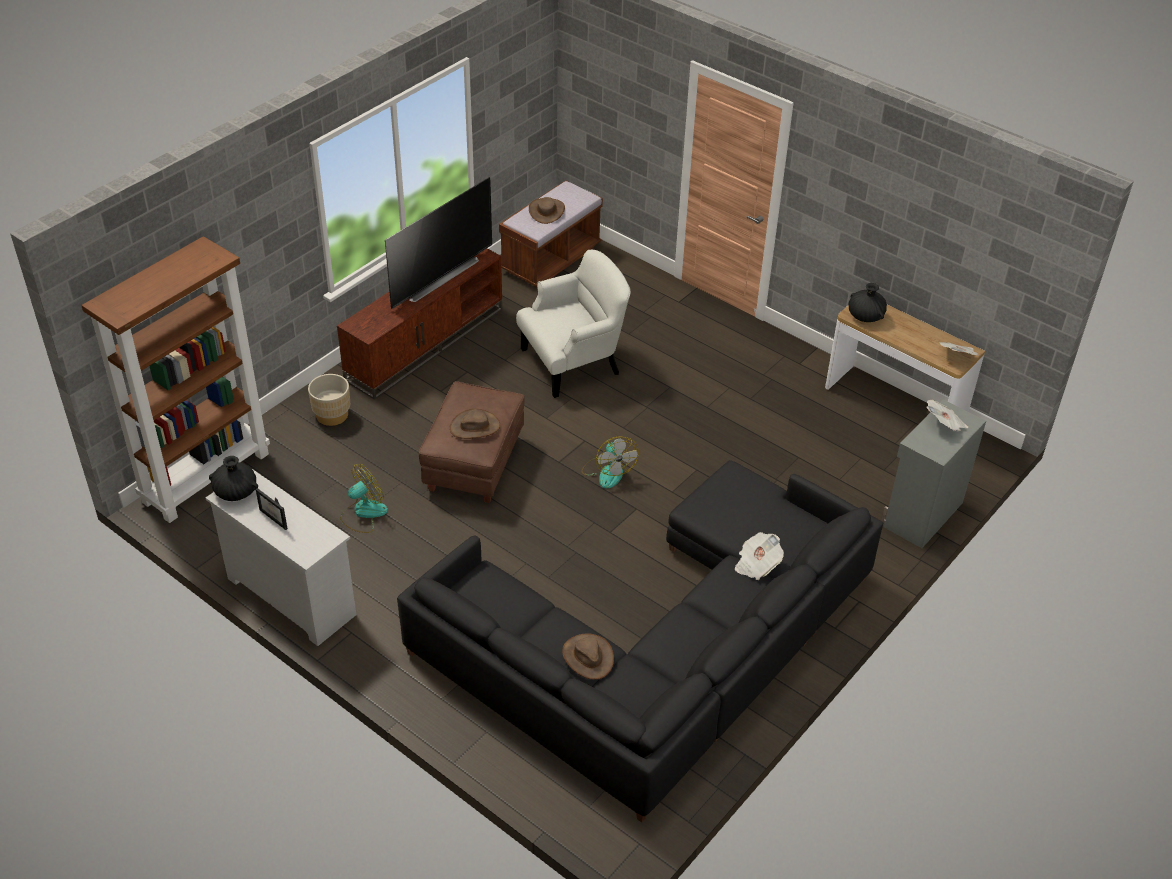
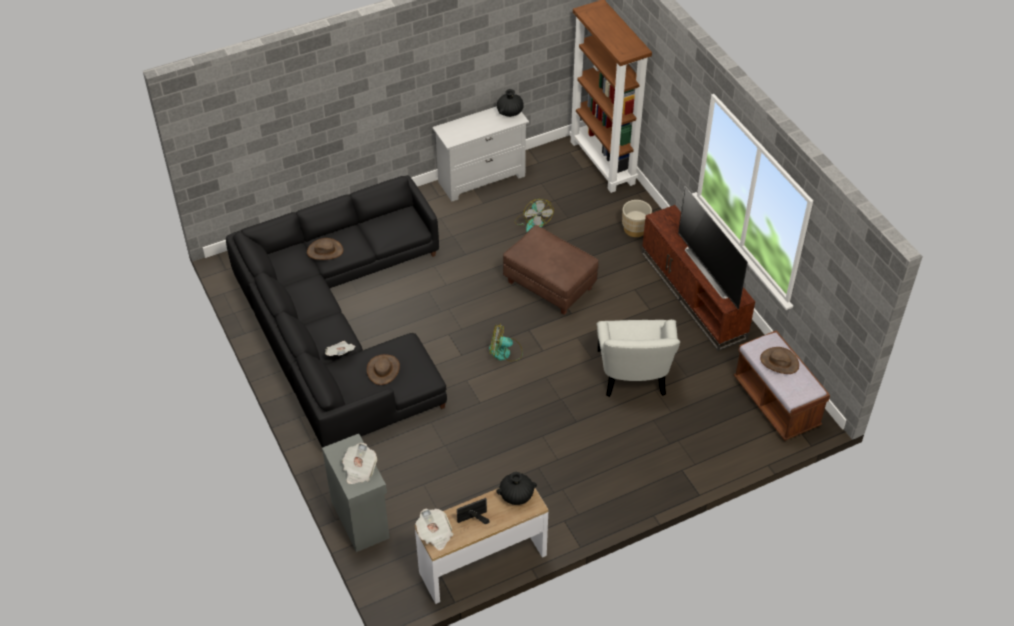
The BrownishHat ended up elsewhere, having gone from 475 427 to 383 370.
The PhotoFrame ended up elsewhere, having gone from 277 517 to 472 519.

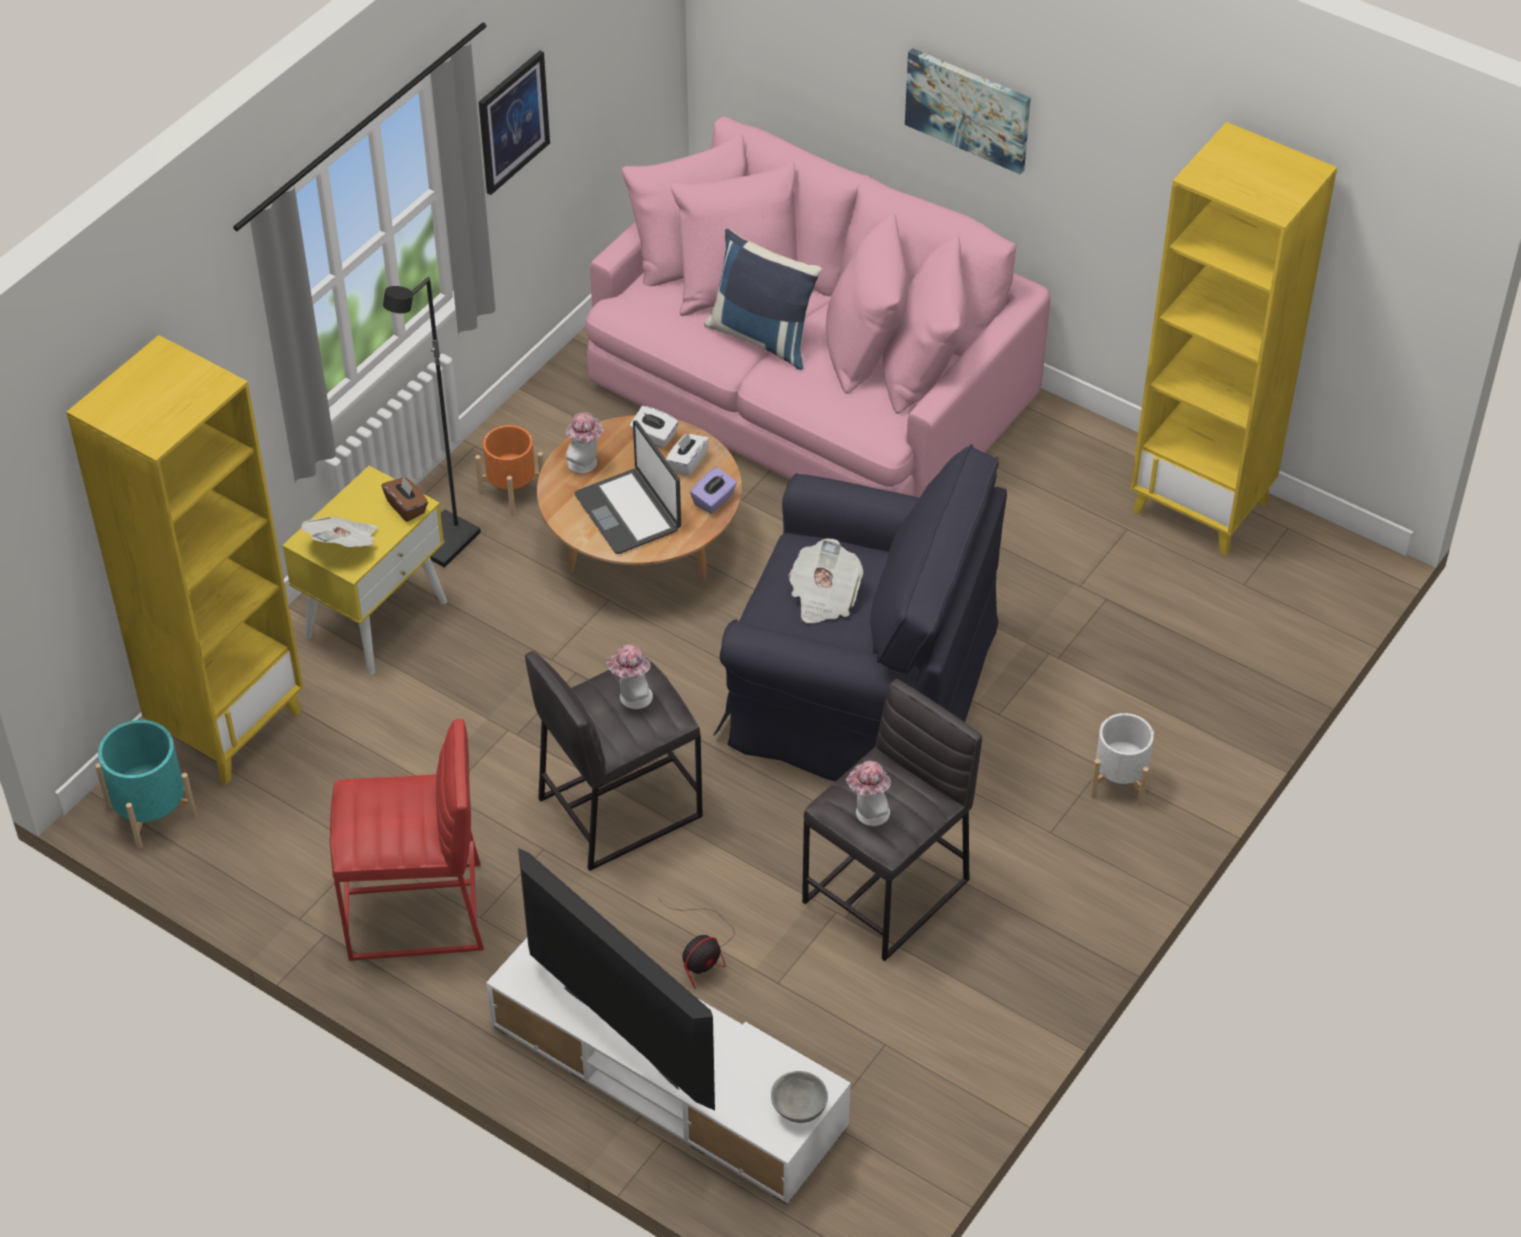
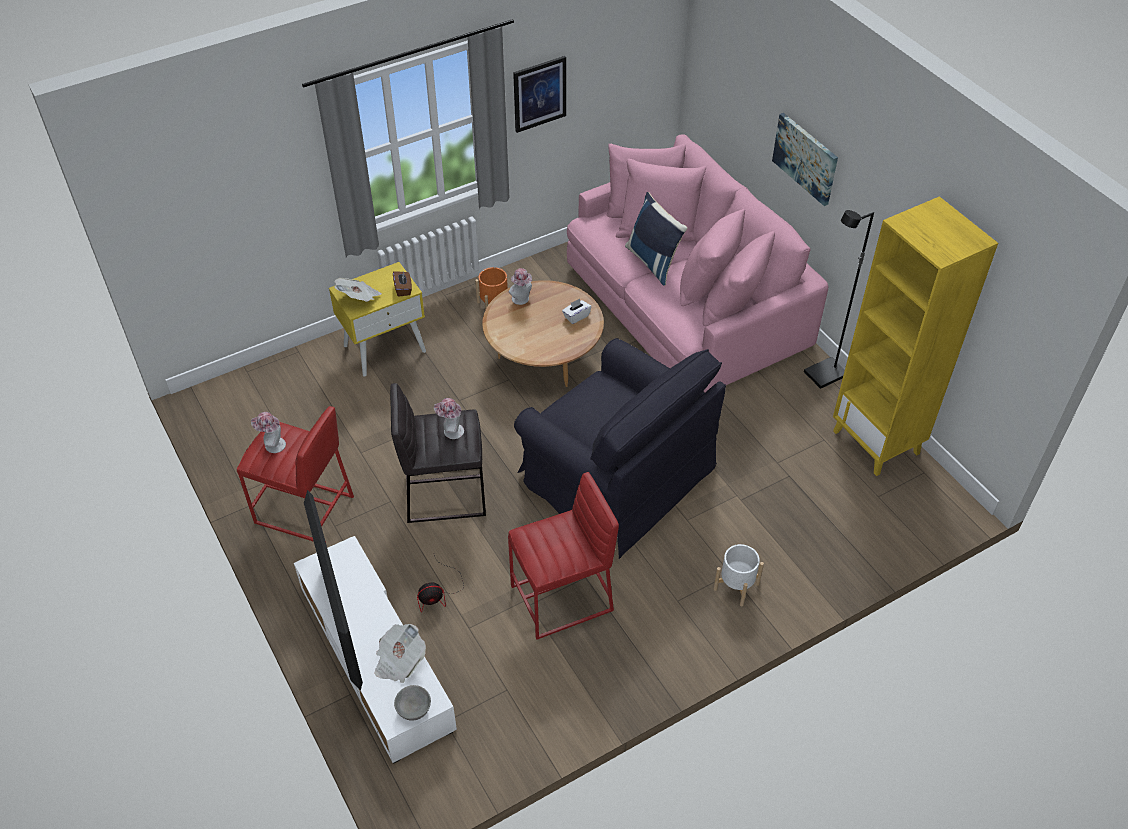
The BlackStandardLamp ended up elsewhere, having gone from 445 543 to 825 375.
The second view lost the YellowBookshelf at 228 725.
The second view lost the WhiteColouredTissueBox at 654 437.
The second view lost the PortableComputer at 629 512.
The second view lost the PurpleTissueBox at 714 500.
The PrintedPaper ended up elsewhere, having gone from 823 597 to 399 661.
What was the GreyStool at 888 891 turned into the ReddishStool at 563 599.
The second view lost the TurquoiseColouredFlowerPot at 151 811.
The Hat ended up elsewhere, having gone from 868 814 to 272 445.

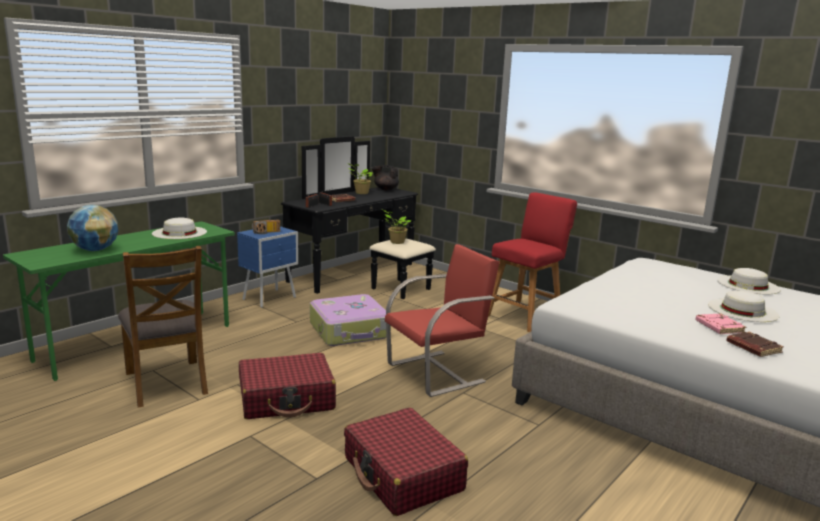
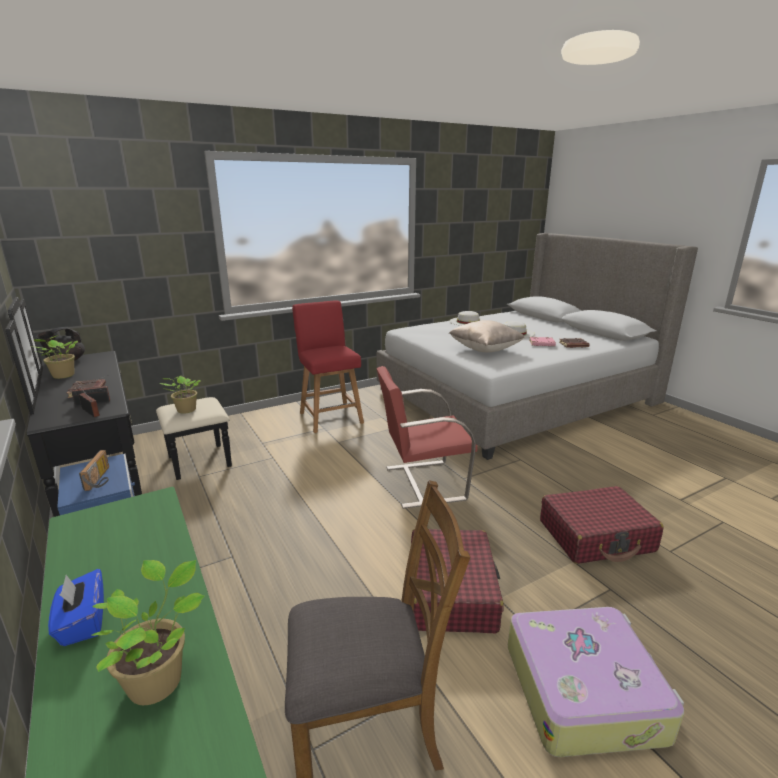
Where the WorldGlobe stood at 95 250, the PlantInAPot came to stand at 159 679.
The second view lost the WhiteColouredHat at 179 232.
The ReddishUprightChair at 437 373 ended up facing another way, 90 degrees counterclockwise from before.
The TravelCase ended up elsewhere, having gone from 350 331 to 584 689.
The second view gained the BeigeColouredPillow at 485 349.
The second view gained the BlueColouredTissueBox at 83 622.

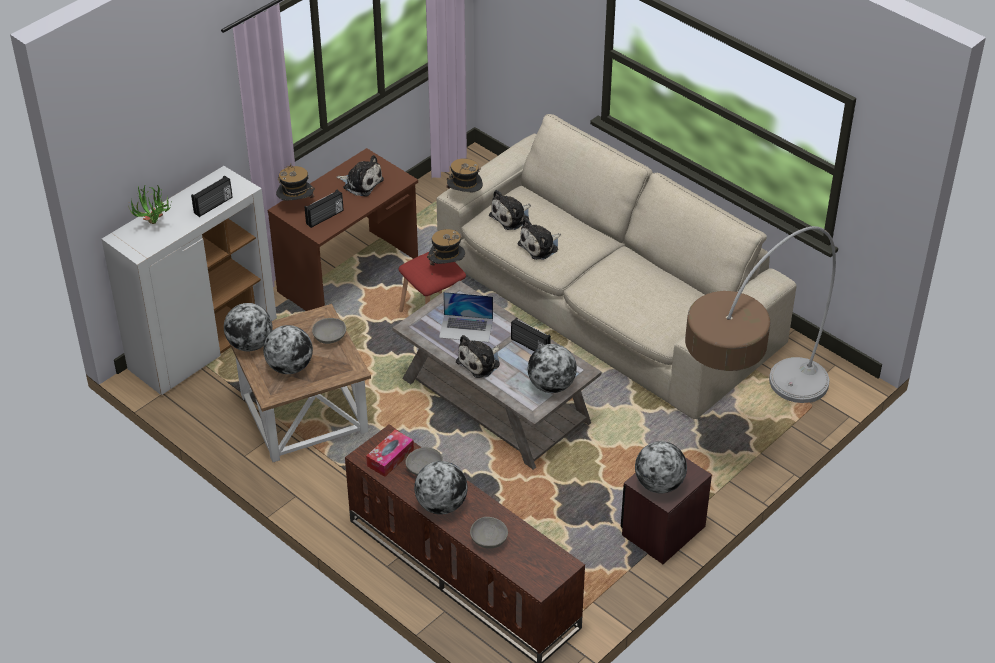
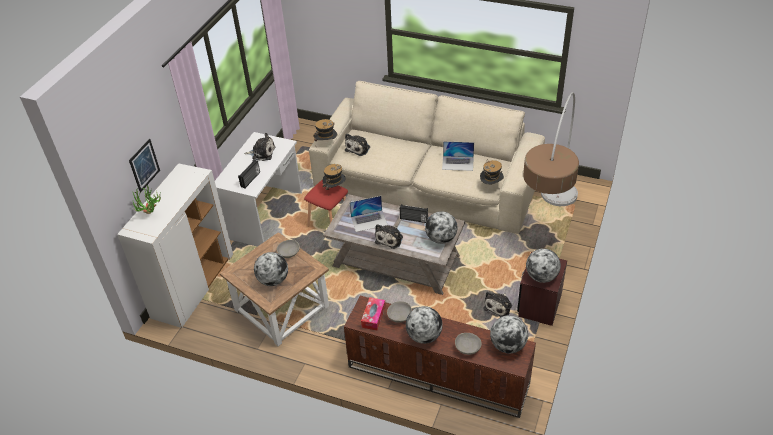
What was the BrownishDeskTable at 349 276 turned into the WhiteColouredDeskTable at 265 215.
The Hat ended up elsewhere, having gone from 296 205 to 491 186.
The second view lost the RadioReceiver at 213 205.
The PlushToy ended up elsewhere, having gone from 540 246 to 499 306.
The WorldGlobe ended up elsewhere, having gone from 250 344 to 507 345.
The second view gained the Picture at 144 165.
The second view gained the PortableComputer at 458 163.

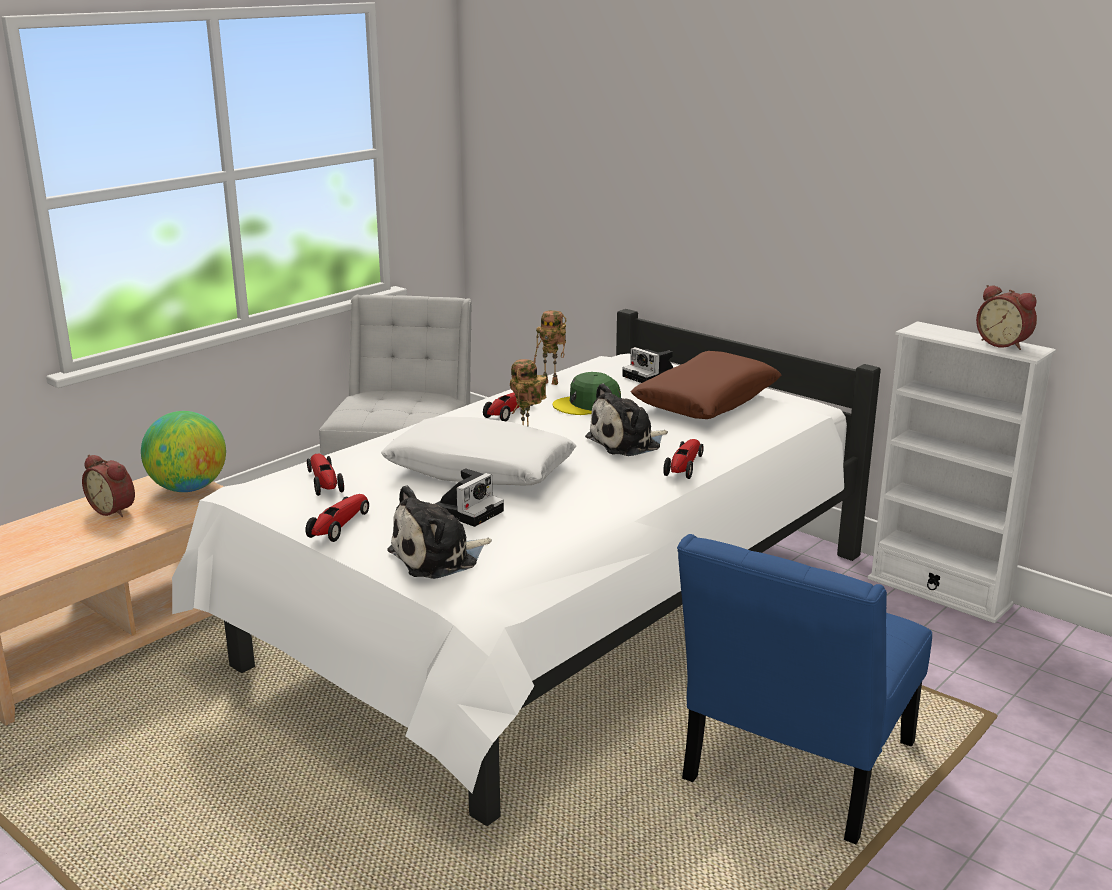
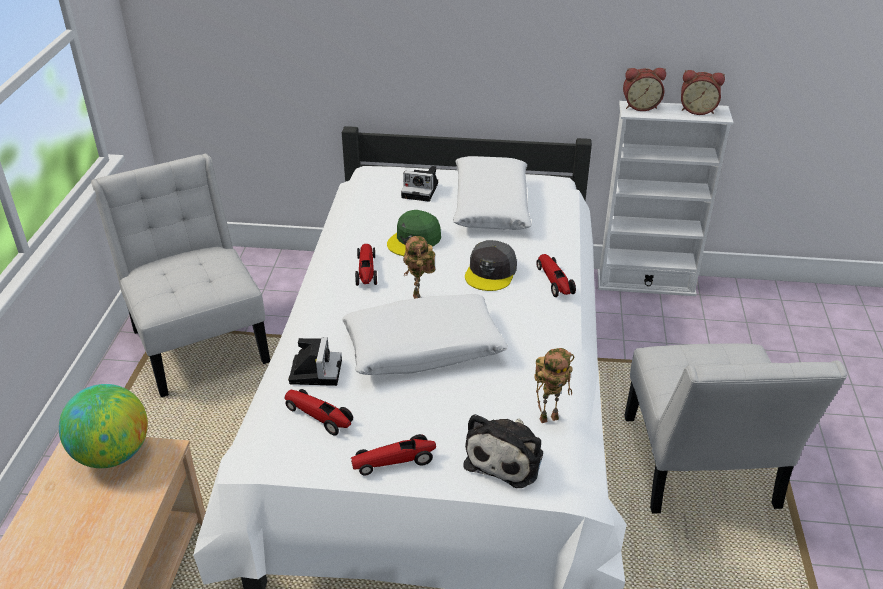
The ModelRobot ended up elsewhere, having gone from 551 382 to 549 417.
What was the BrownishPillow at 706 401 turned into the WhiteColouredPillow at 490 204.
Where the PlushToy stood at 627 443, the GreyBaseballCap came to stand at 491 272.
The BedsideClock ended up elsewhere, having gone from 114 509 to 640 106.
The StillCamera ended up elsewhere, having gone from 469 510 to 315 370.
The MiniatureCar at 339 526 ended up facing another way, 90 degrees counterclockwise from before.
What was the BlueColouredUprightChair at 794 769 turned into the WhiteColouredUprightChair at 700 469.

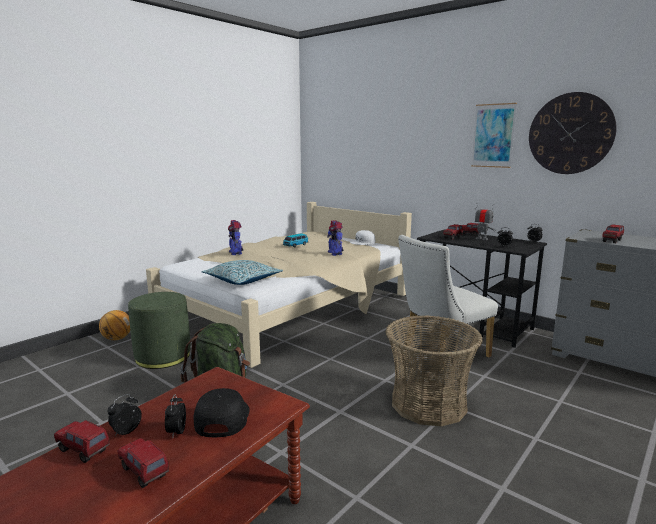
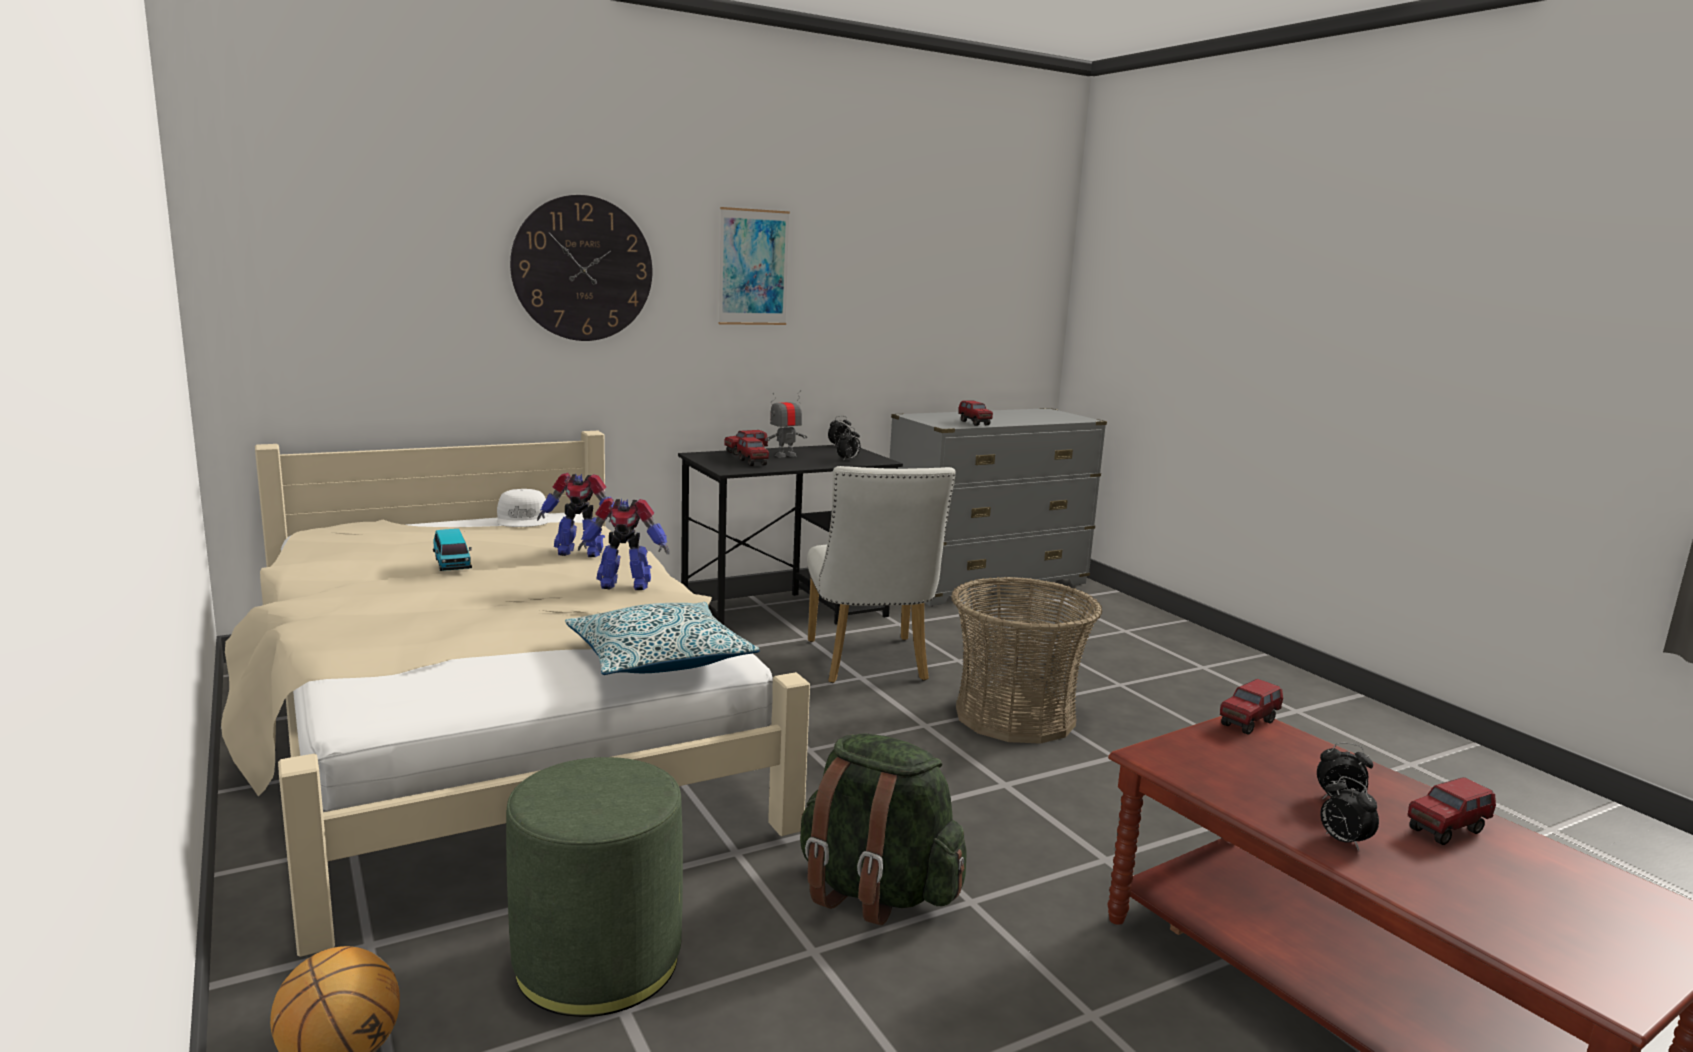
The WallClock ended up elsewhere, having gone from 570 133 to 582 269.
The ModelRobot ended up elsewhere, having gone from 236 253 to 624 584.
The second view lost the BlackBaseballCap at 221 418.
The ToyLorry ended up elsewhere, having gone from 83 451 to 1249 723.

